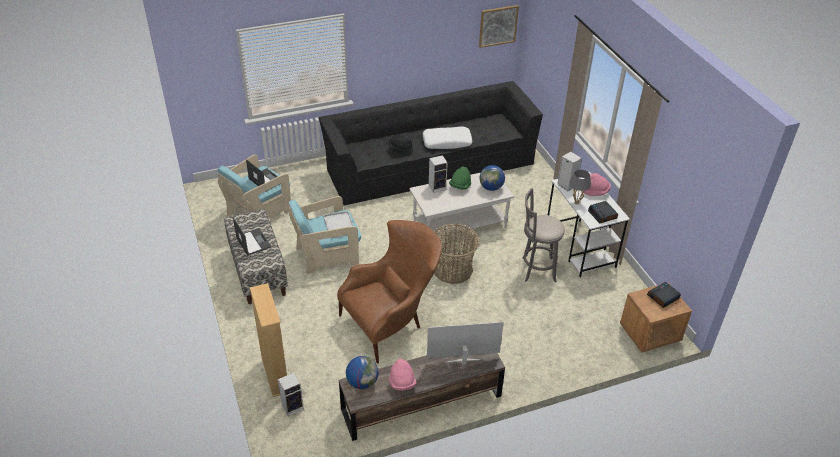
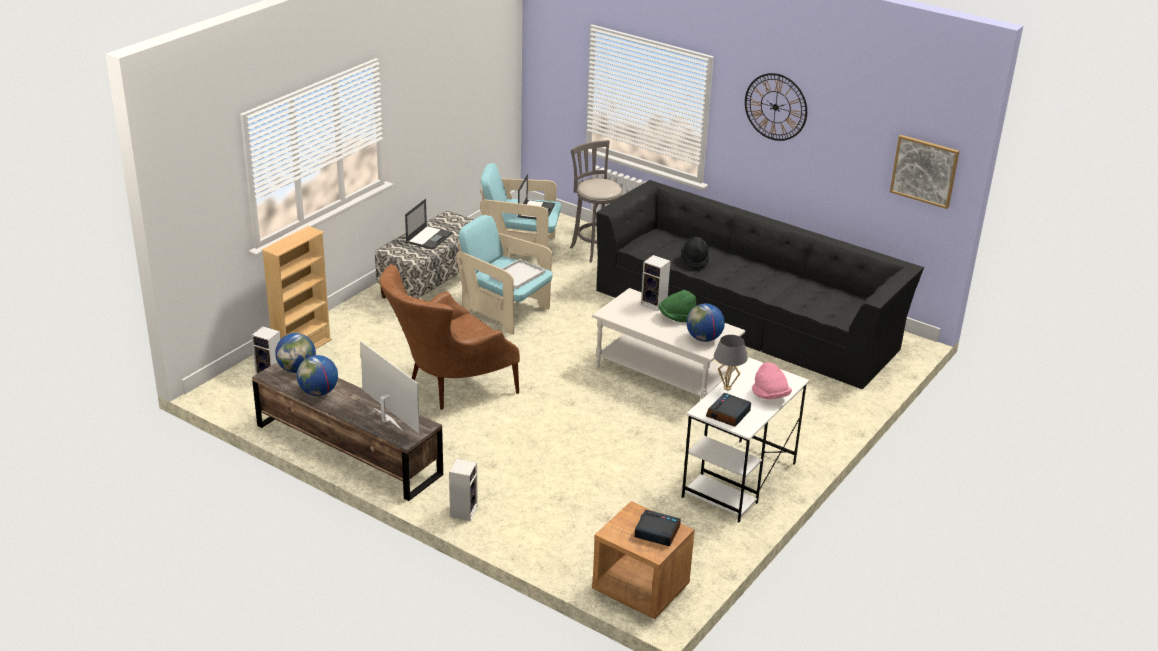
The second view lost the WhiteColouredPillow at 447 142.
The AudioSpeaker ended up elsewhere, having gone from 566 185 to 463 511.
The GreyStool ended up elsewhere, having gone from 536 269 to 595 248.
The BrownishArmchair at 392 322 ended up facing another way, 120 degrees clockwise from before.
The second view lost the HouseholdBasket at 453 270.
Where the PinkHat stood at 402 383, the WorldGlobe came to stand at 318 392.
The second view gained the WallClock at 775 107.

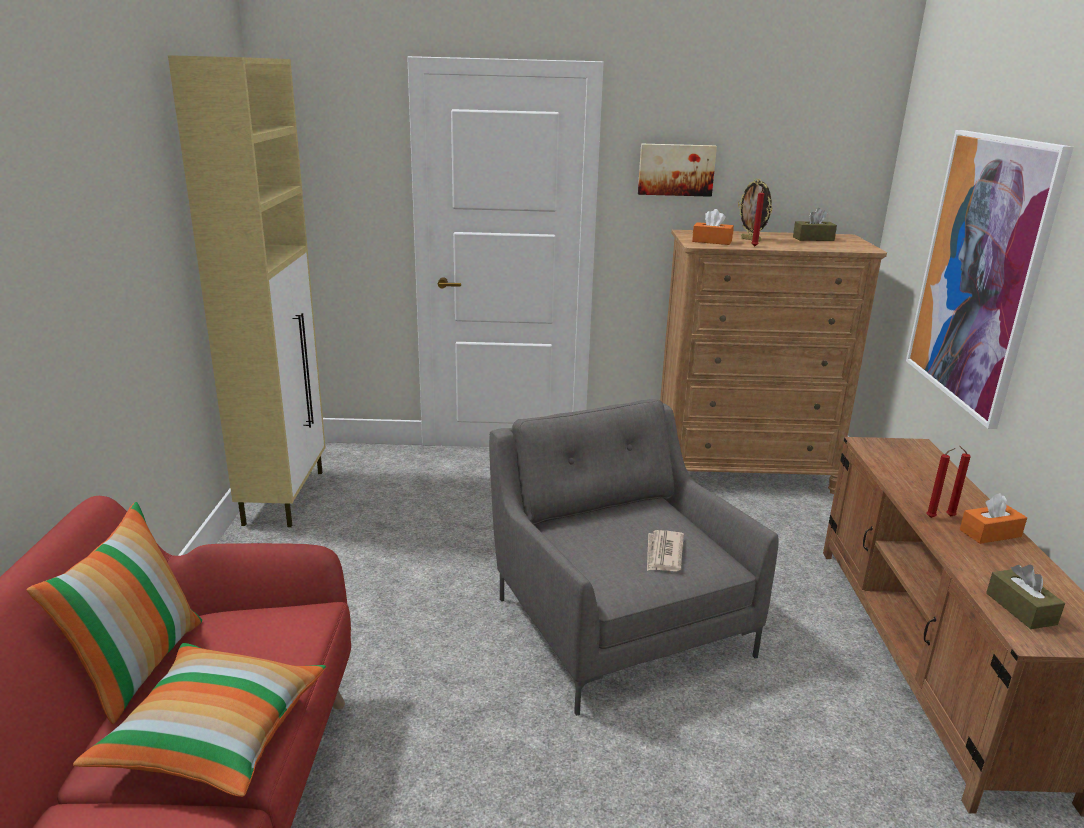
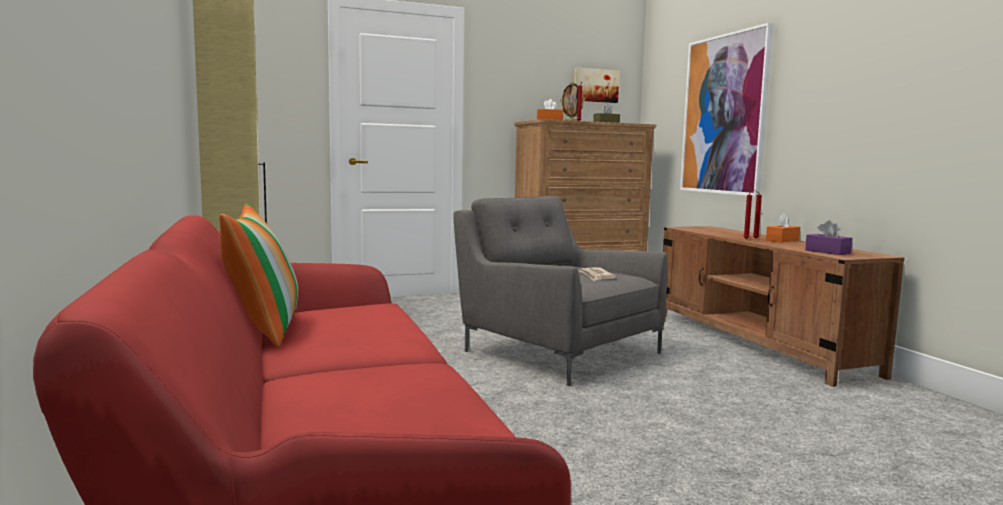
The Picture ended up elsewhere, having gone from 676 169 to 595 85.
What was the BrownishTissueBox at 1020 609 turned into the PurpleTissueBox at 827 252.
The second view lost the Pillow at 214 736.

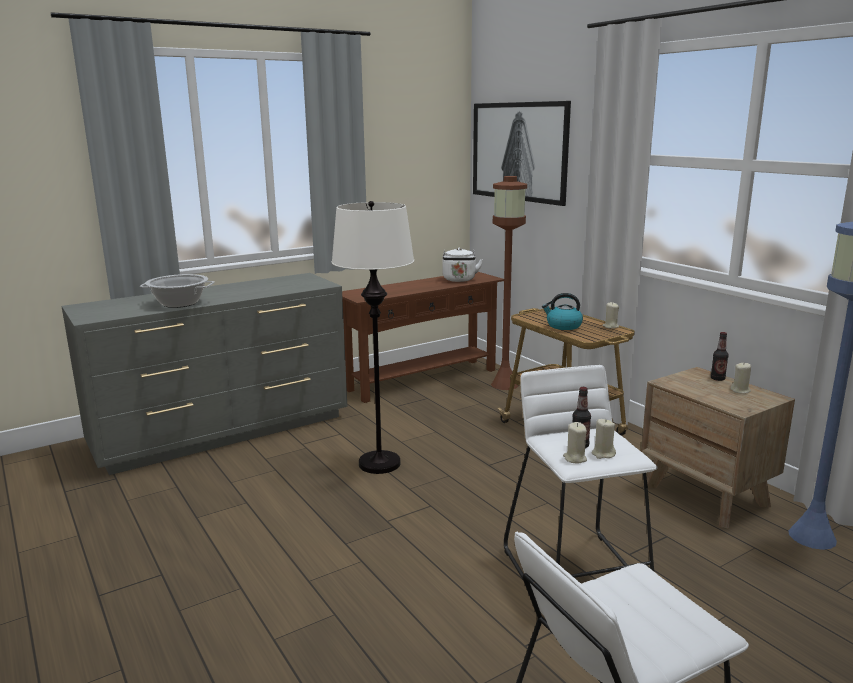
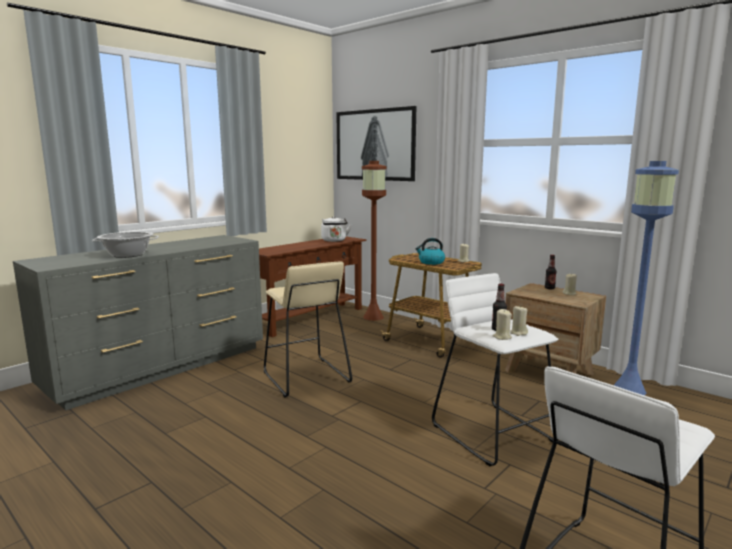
Where the WhiteColouredStandardLamp stood at 379 464, the BeigeColouredStool came to stand at 305 377.

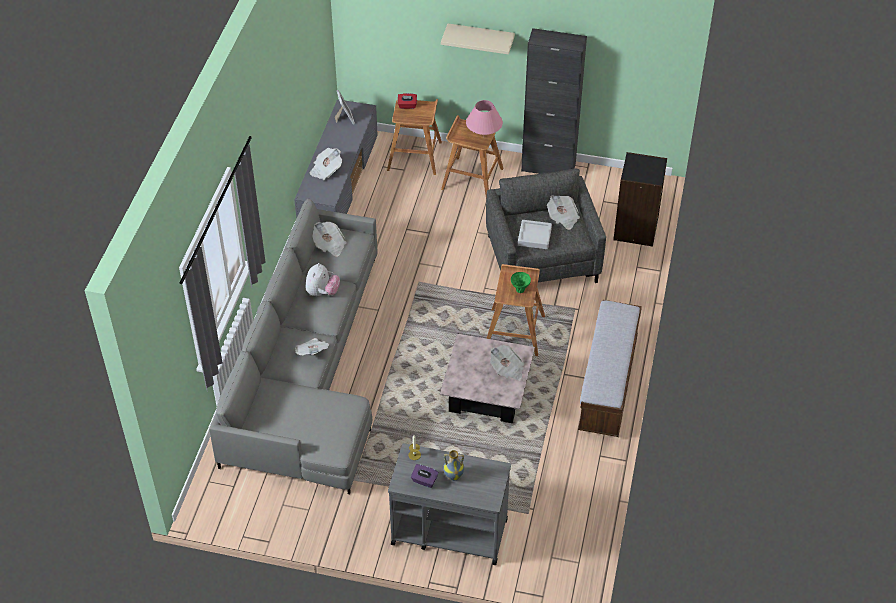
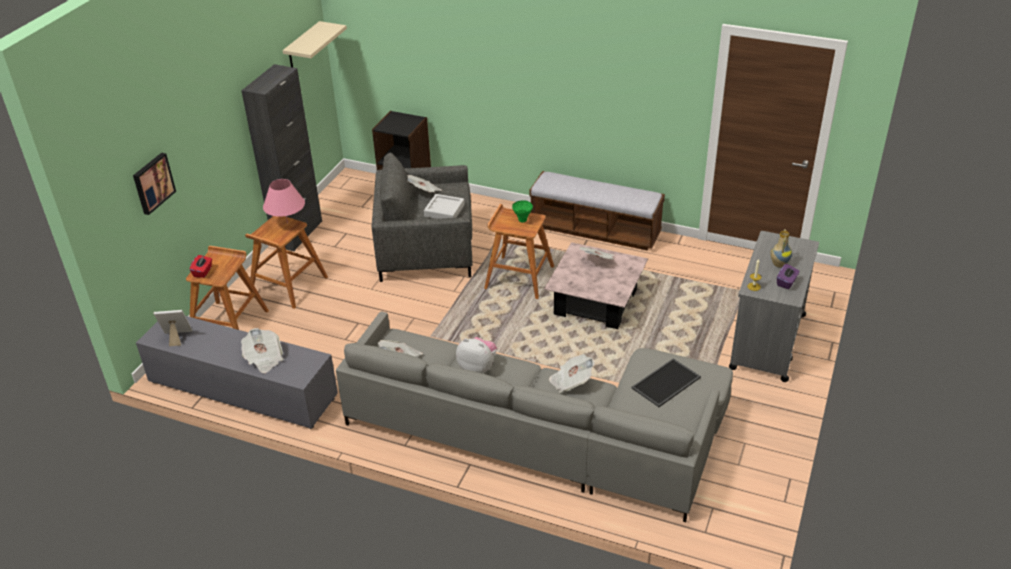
The BeigeColouredShelf ended up elsewhere, having gone from 480 38 to 303 47.
The second view gained the Picture at 152 183.
The second view gained the CarryingTray at 666 384.

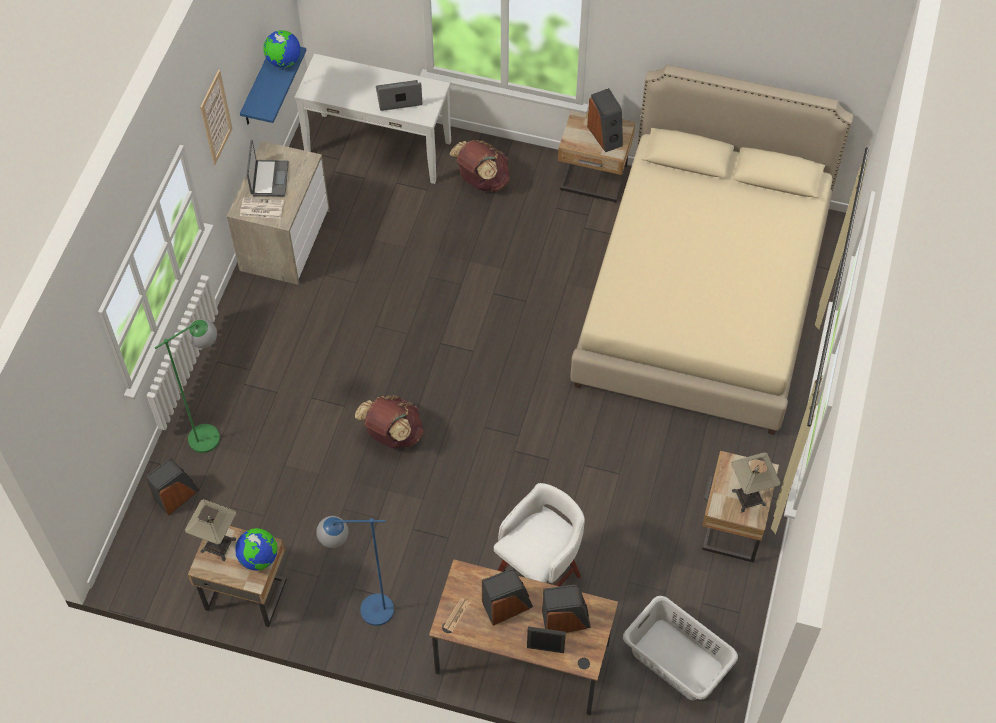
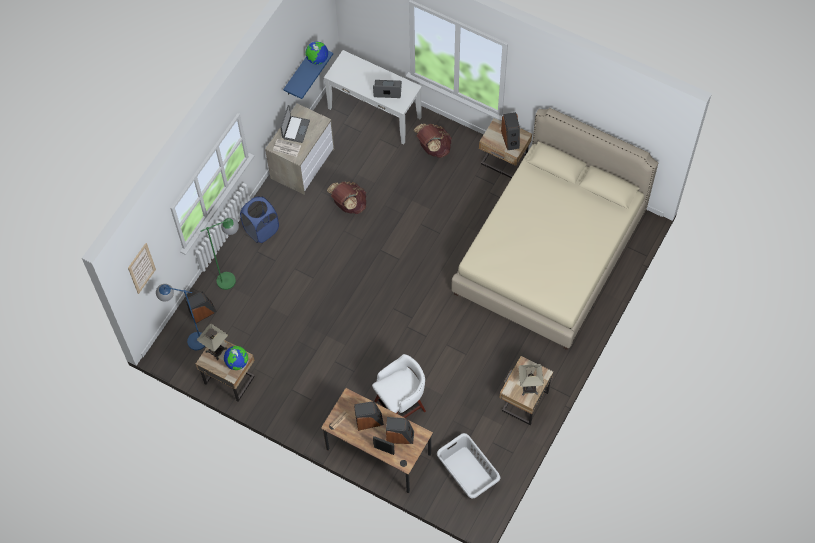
The Picture ended up elsewhere, having gone from 216 118 to 141 268.
The BrownishBackpack ended up elsewhere, having gone from 392 435 to 349 205.
The BlueColouredStandardLamp ended up elsewhere, having gone from 364 610 to 190 340.
The second view gained the BlueColouredHamper at 261 229.

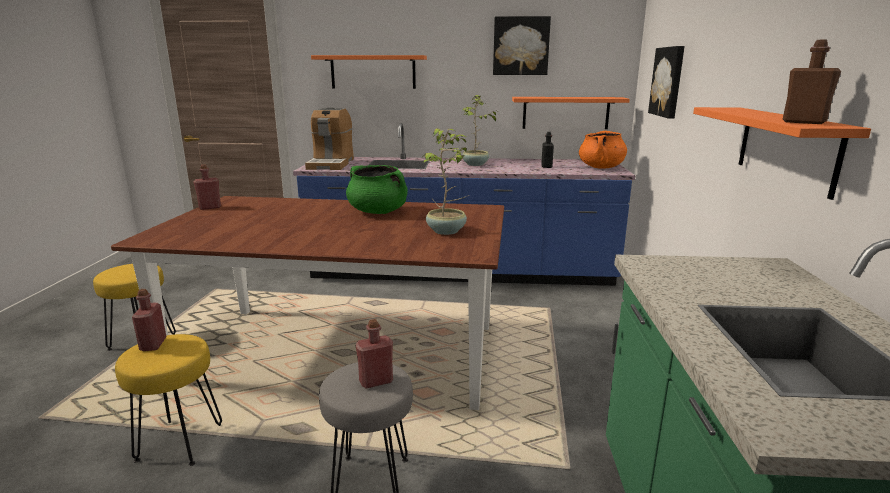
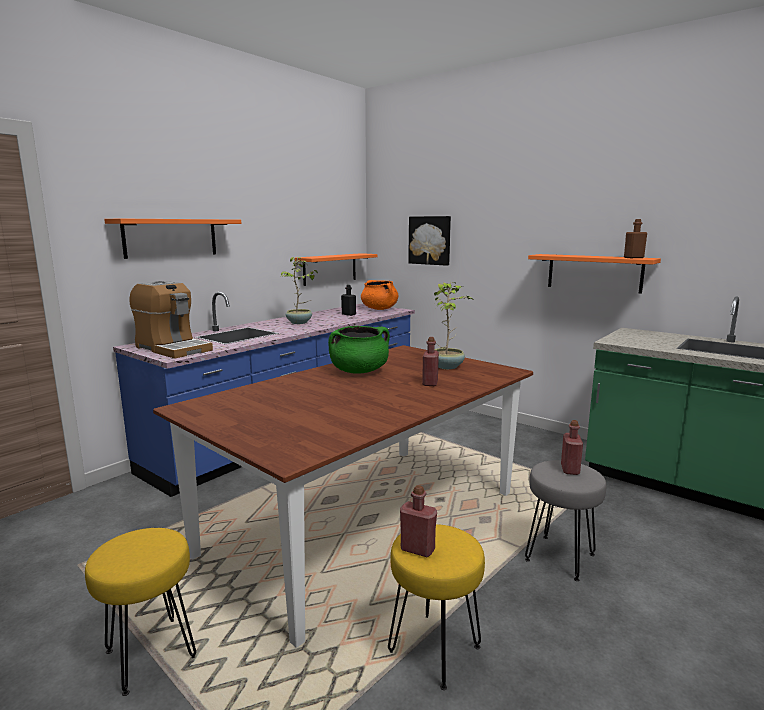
The second view lost the Picture at 520 46.
The ReddishBeverageBottle ended up elsewhere, having gone from 210 207 to 430 383.

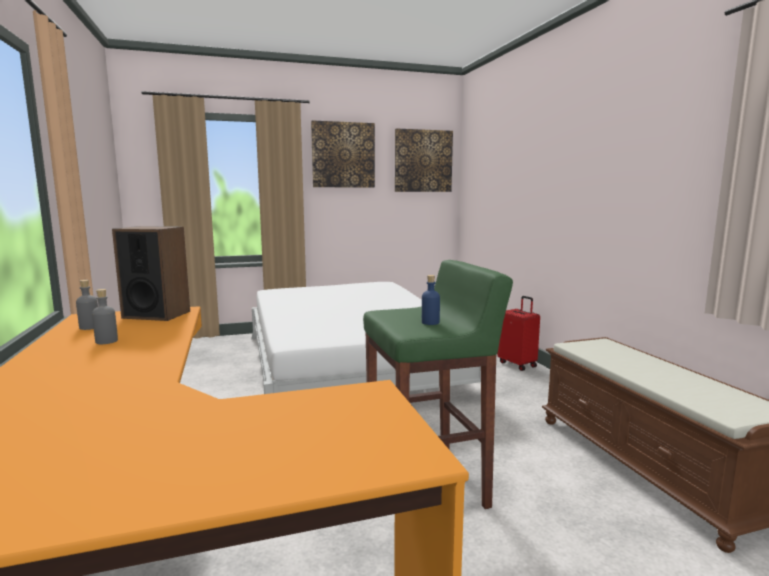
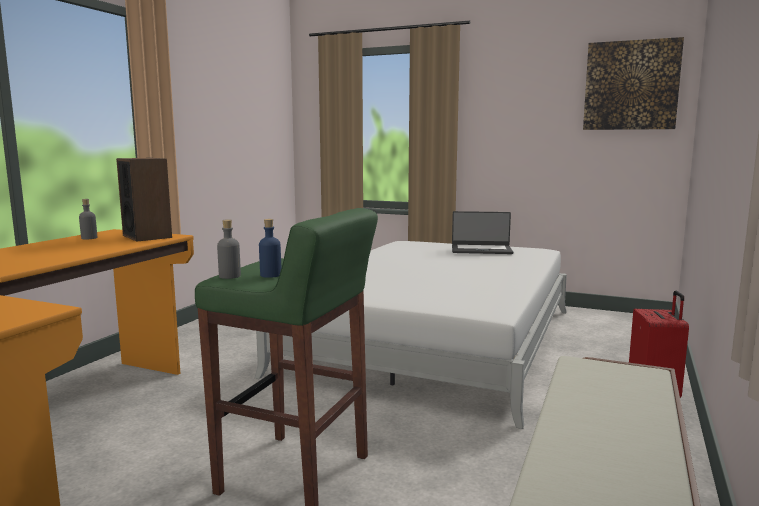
The second view lost the Picture at 343 155.
The GreyBeverageBottle ended up elsewhere, having gone from 106 341 to 229 276.
The second view gained the PortableComputer at 481 250.

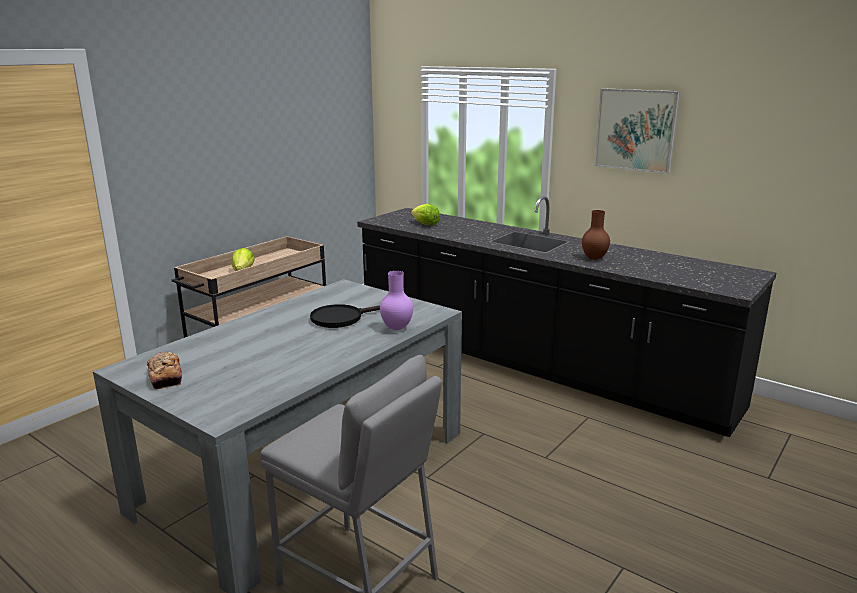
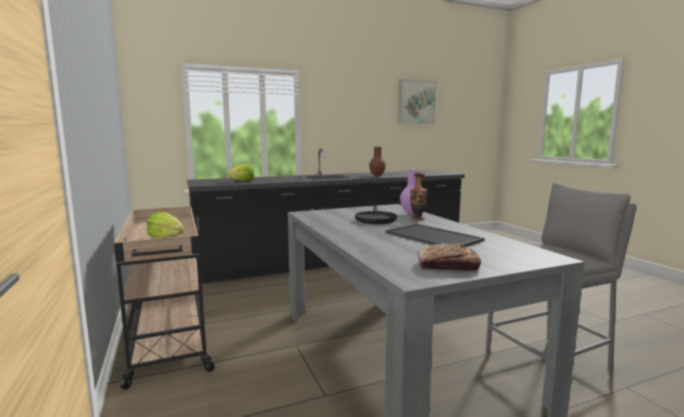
The Picture ended up elsewhere, having gone from 635 130 to 416 102.
The second view gained the FlowerVase at 417 219.
The second view gained the CarryingTray at 431 237.

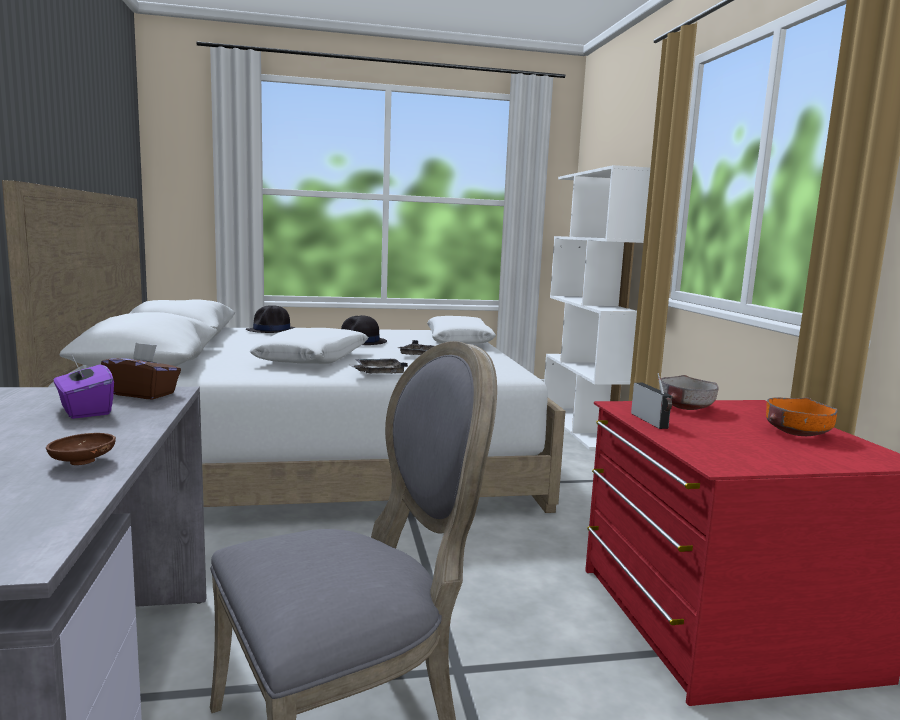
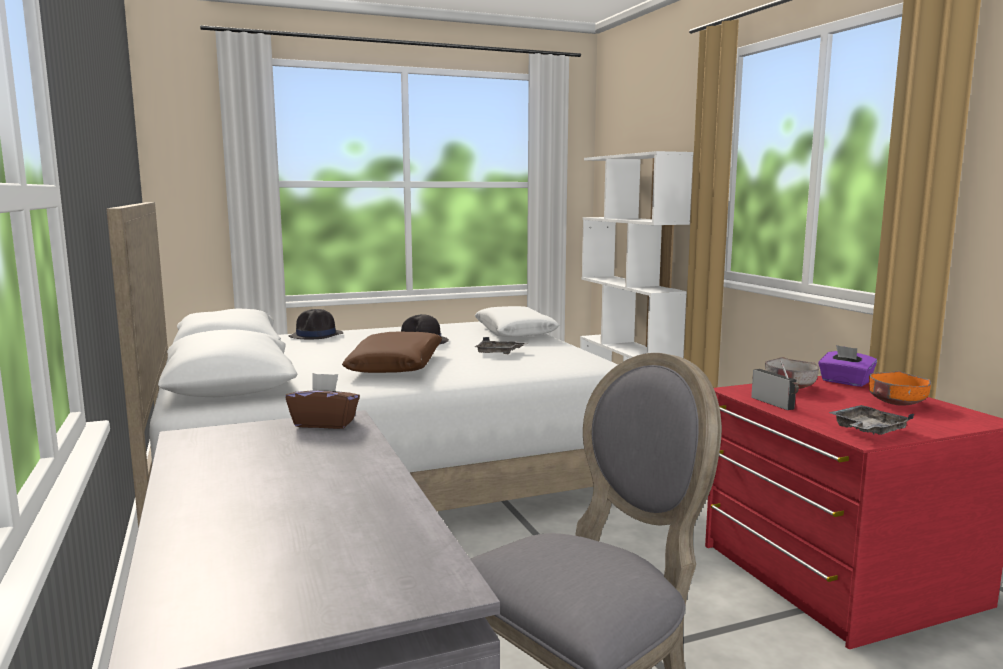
What was the WhiteColouredPillow at 313 359 turned into the BrownishPillow at 396 365.
The PurpleTissueBox ended up elsewhere, having gone from 84 410 to 845 382.
The GreyCarryingTray ended up elsewhere, having gone from 378 373 to 867 430.
The second view lost the BrownishBowl at 82 462.

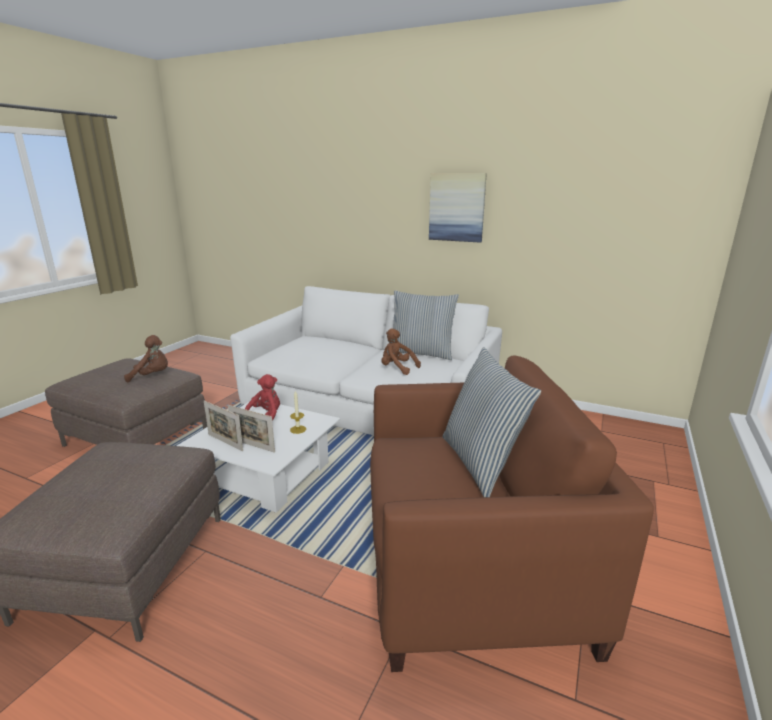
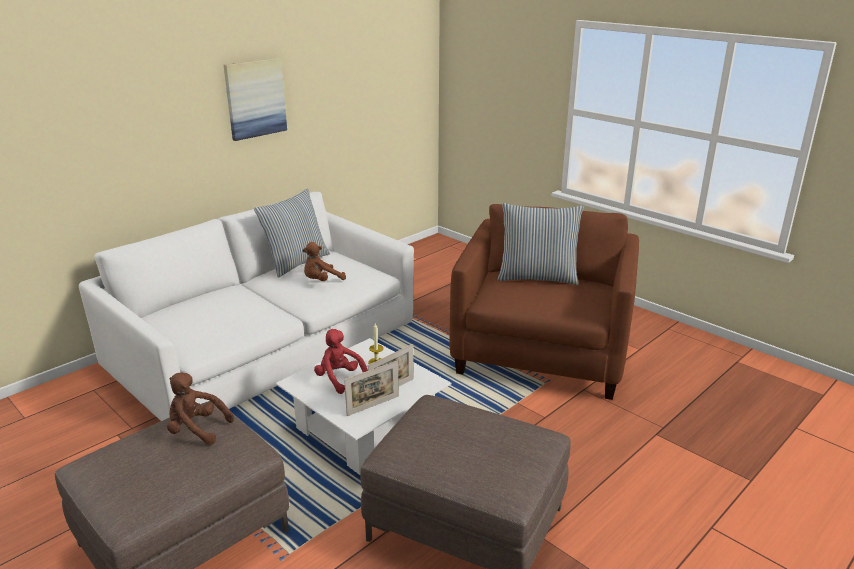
The BrownishPlushToy at 152 376 ended up facing another way, 90 degrees counterclockwise from before.

